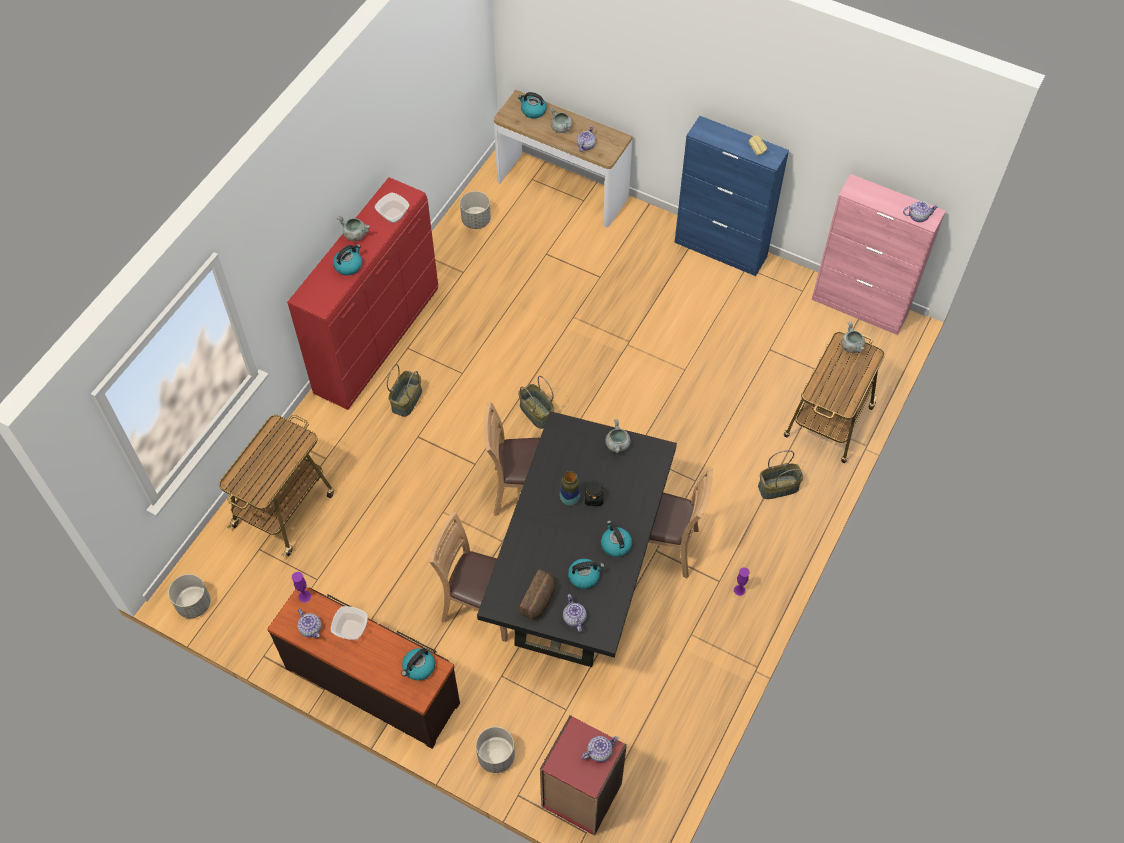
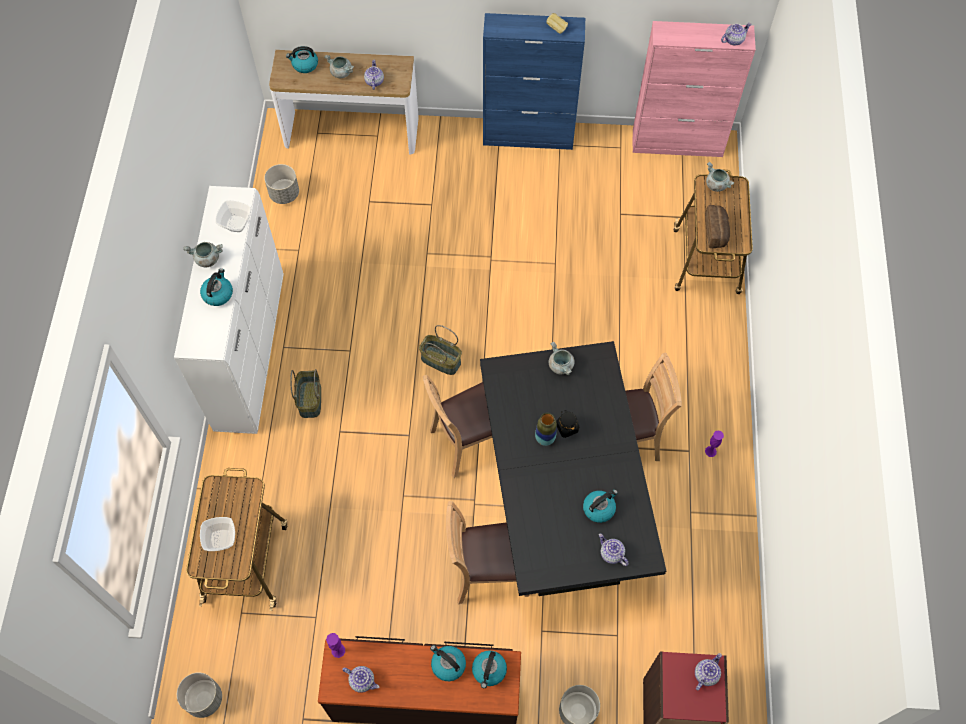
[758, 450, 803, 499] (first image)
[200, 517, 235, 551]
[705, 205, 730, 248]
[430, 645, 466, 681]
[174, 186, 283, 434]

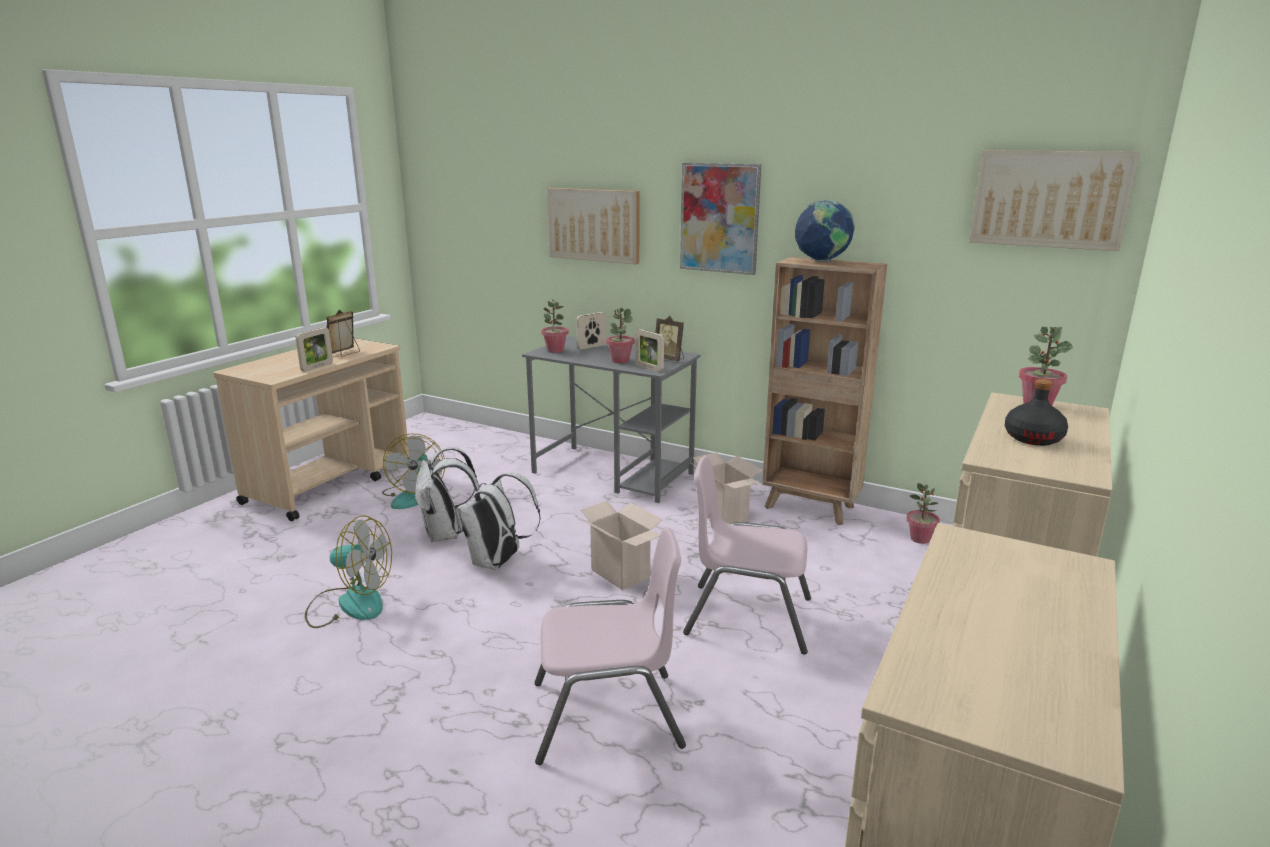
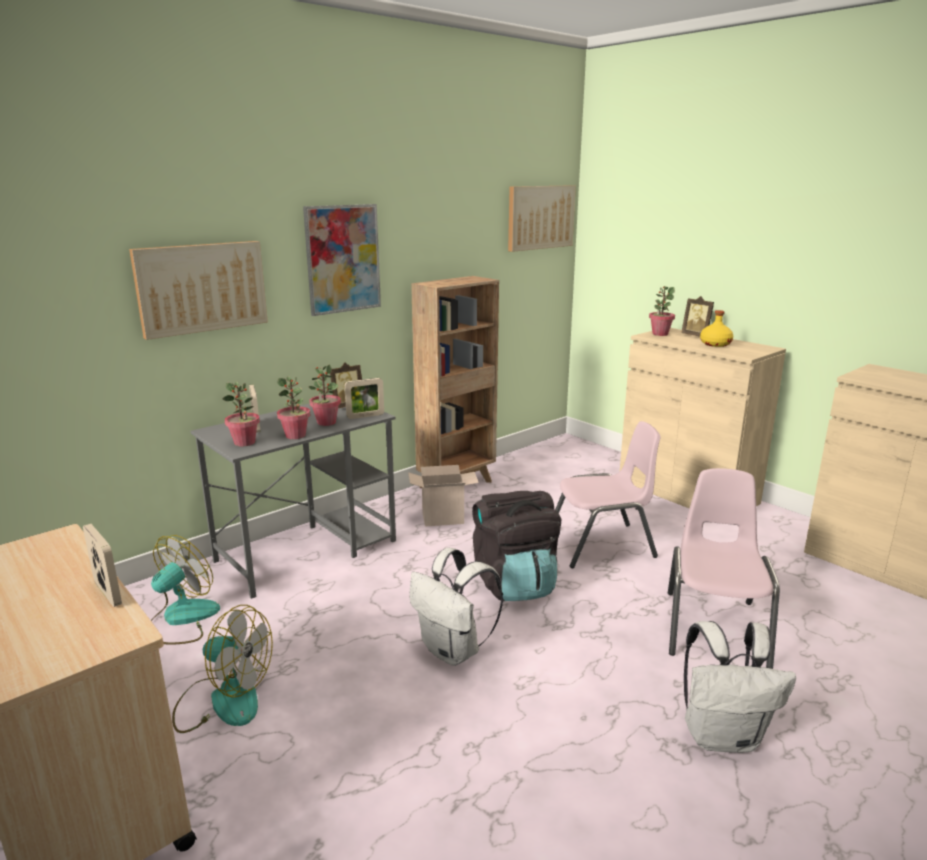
[795, 200, 855, 262] (first image)
[151, 535, 220, 645]
[681, 296, 714, 336]
[684, 621, 796, 753]
[277, 376, 310, 439]
[472, 491, 561, 601]
[700, 310, 733, 347]
[555, 421, 661, 568]

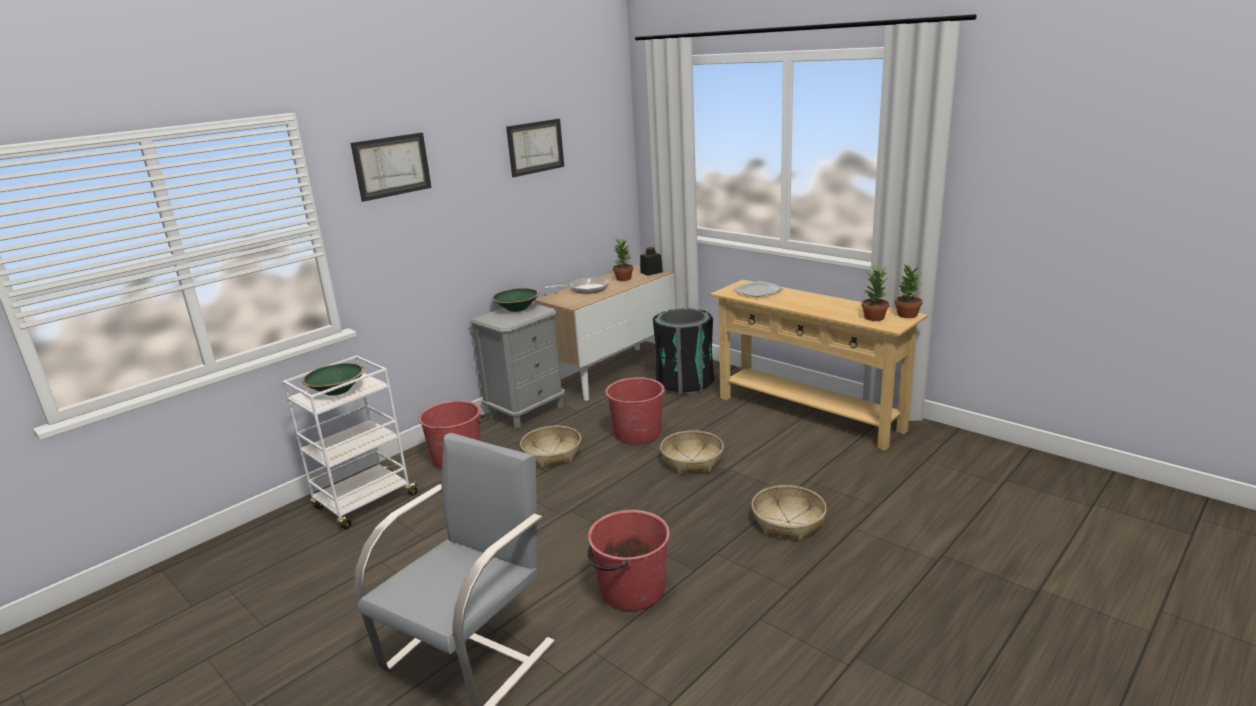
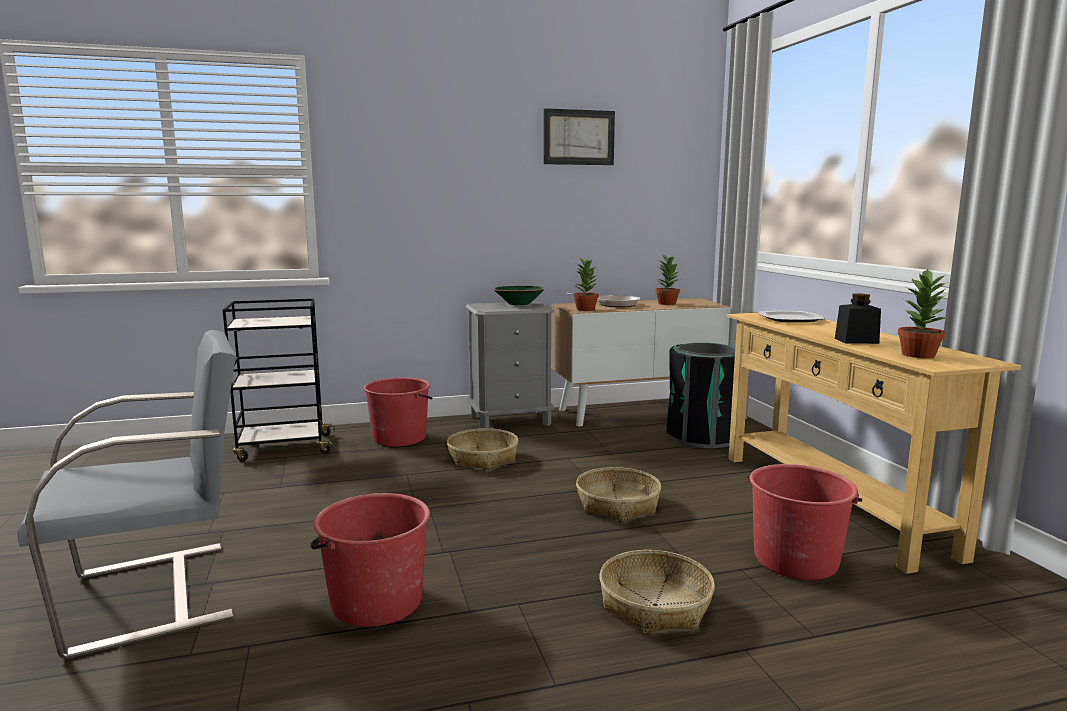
[302, 363, 364, 396] (first image)
[351, 132, 432, 202] (first image)
[748, 464, 862, 580]
[835, 293, 881, 344]
[573, 257, 599, 311]
[223, 299, 335, 461]

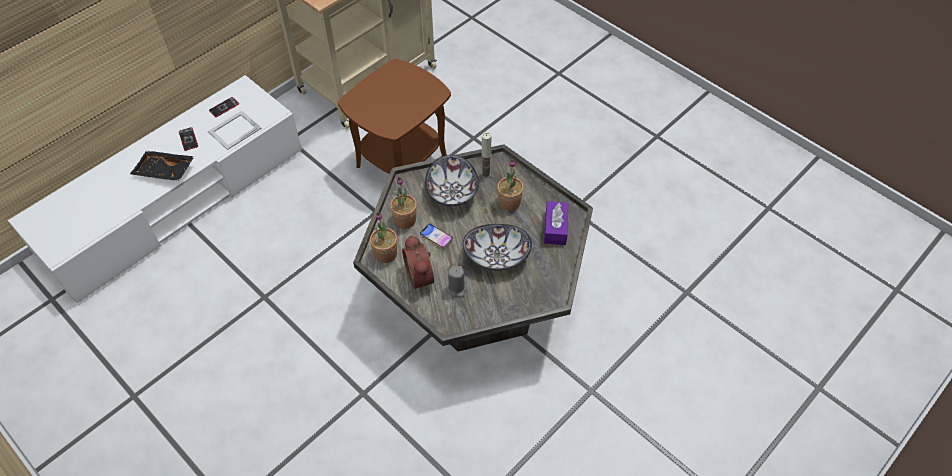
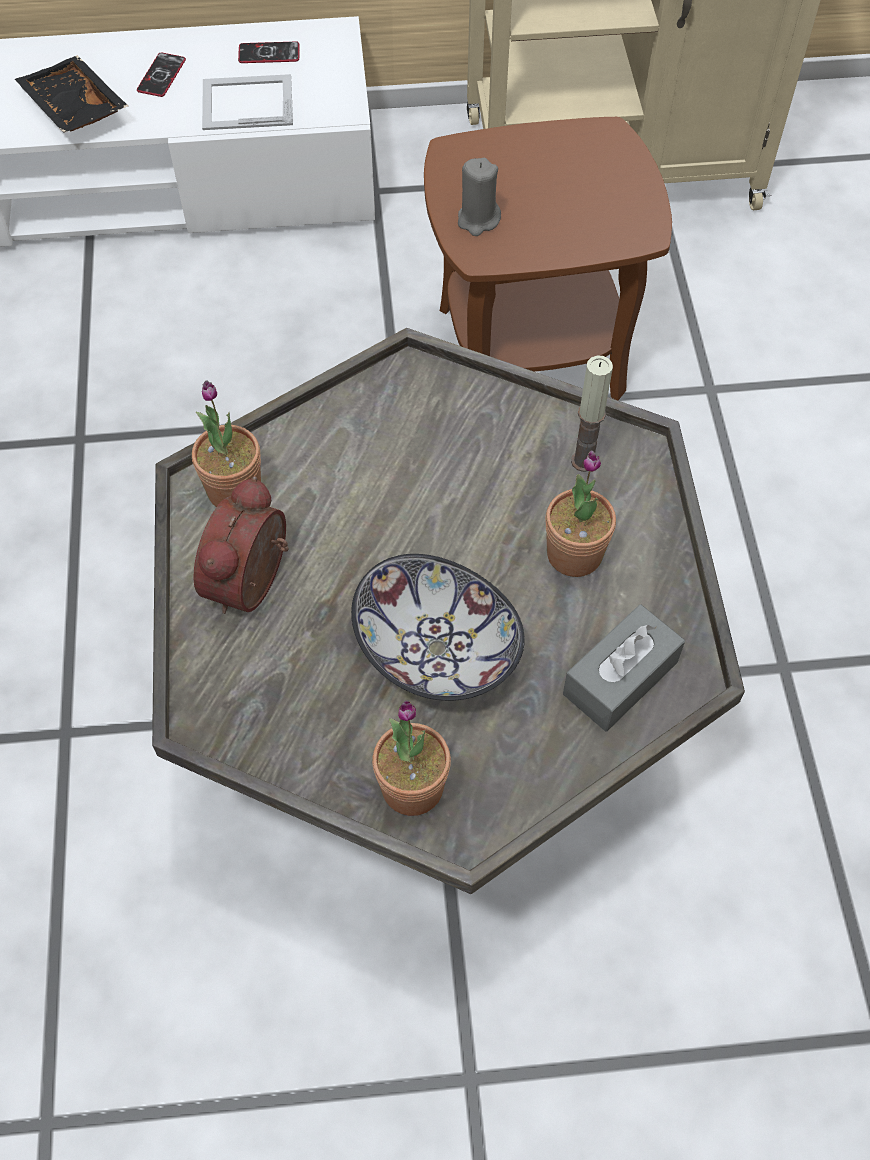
[420, 223, 453, 249] (first image)
[425, 155, 479, 206] (first image)
[372, 700, 451, 816]
[458, 158, 501, 236]
[563, 604, 685, 731]

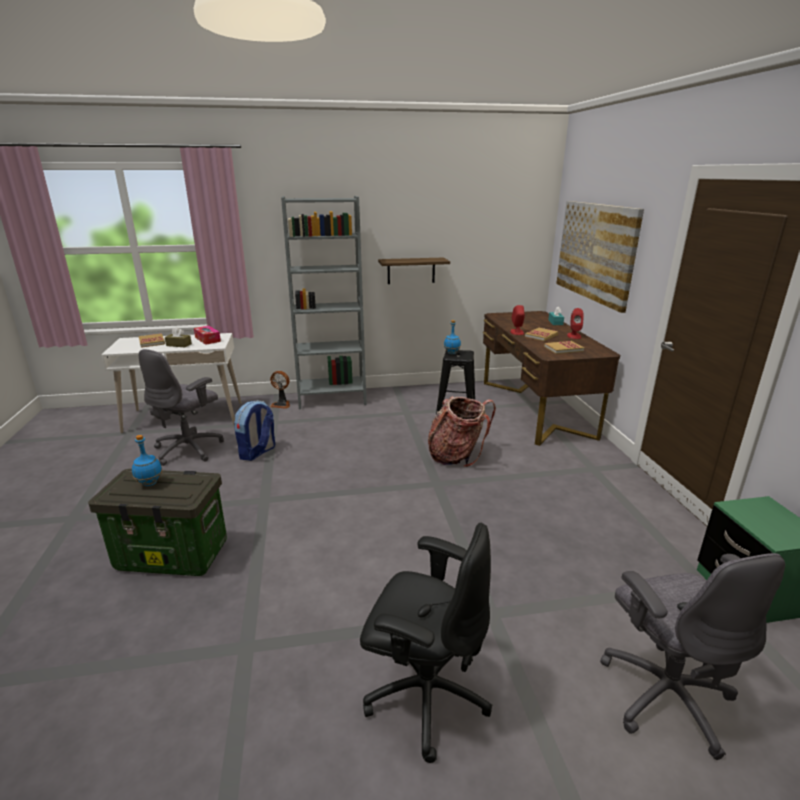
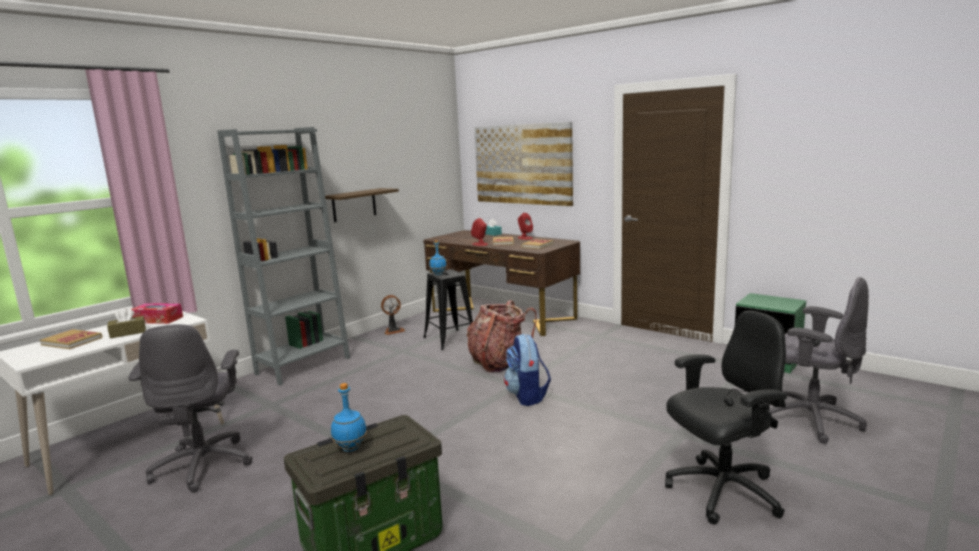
[504, 333, 551, 406]
[381, 295, 405, 335]

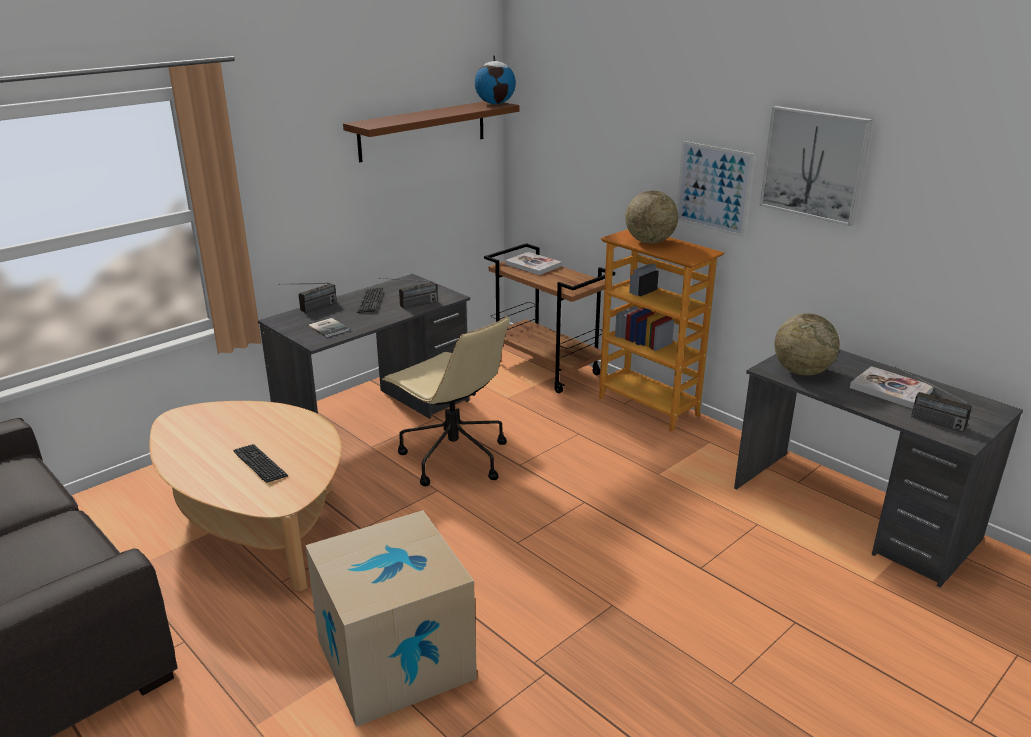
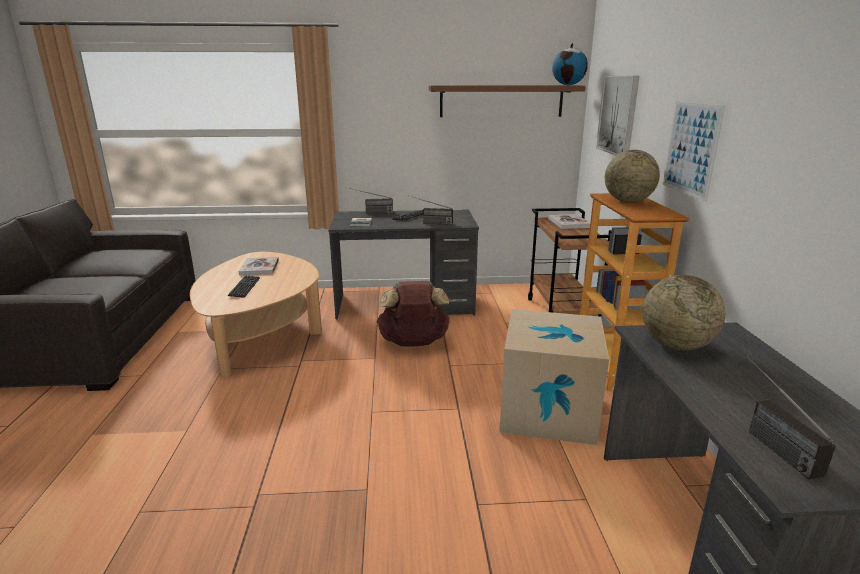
[500, 309, 609, 445]
[596, 76, 639, 155]
[239, 257, 279, 276]
[376, 281, 450, 346]

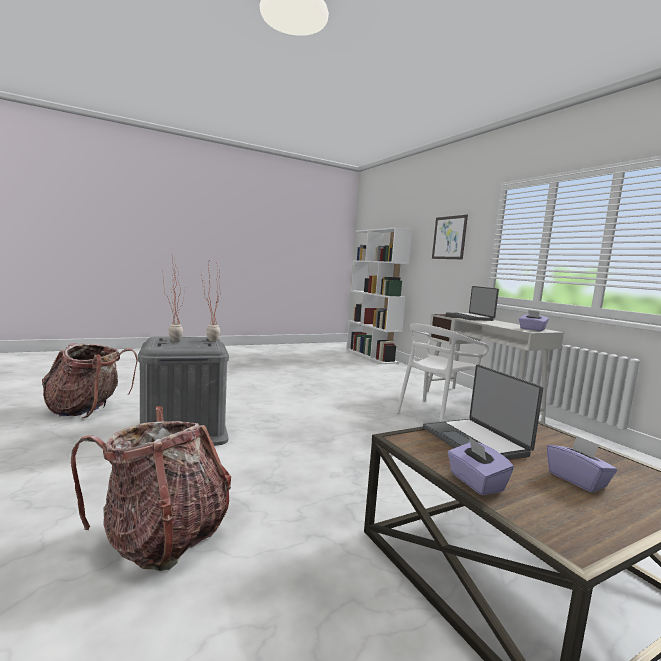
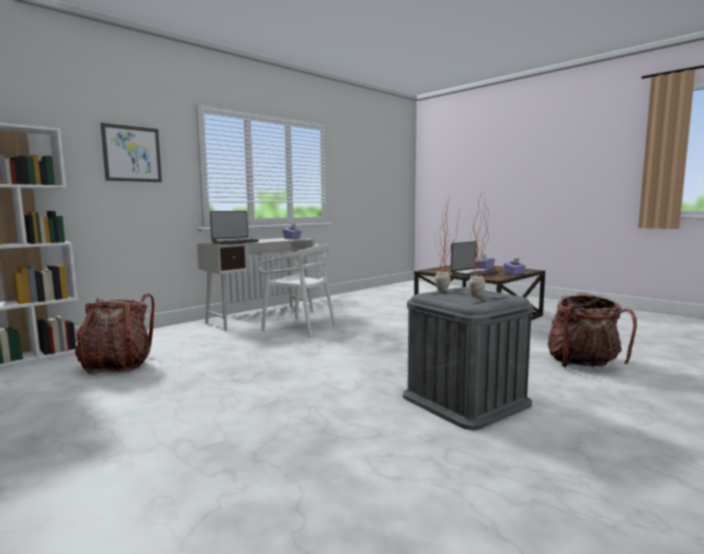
[75, 293, 154, 374]

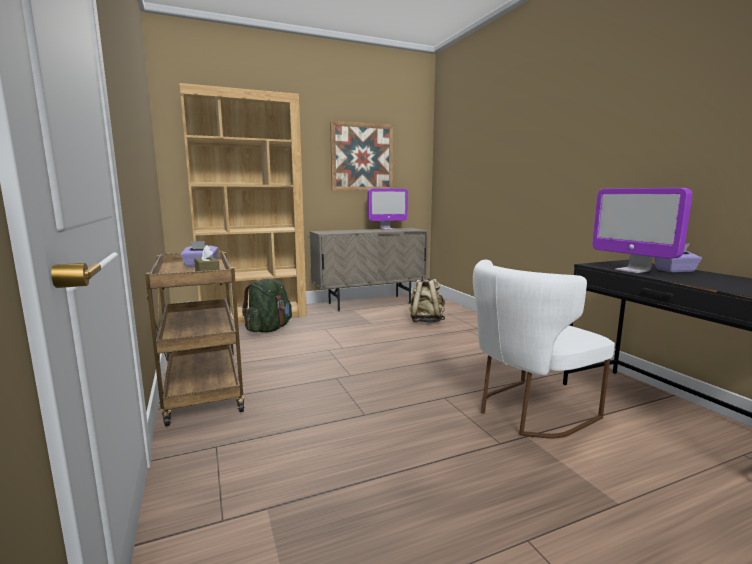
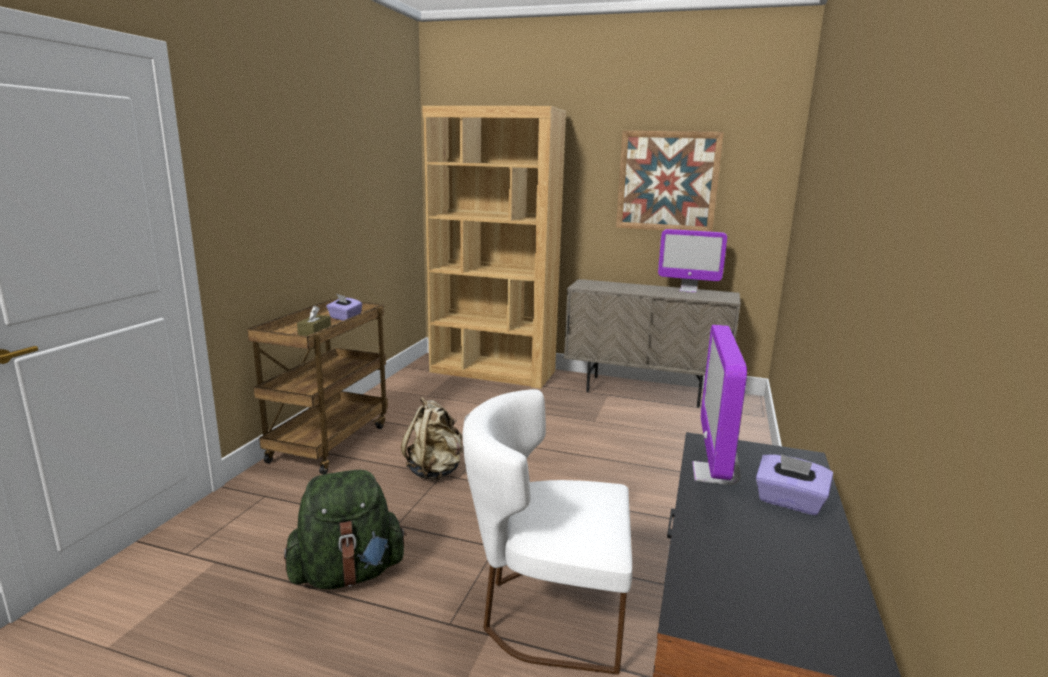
[284, 470, 407, 589]
[401, 397, 462, 480]

